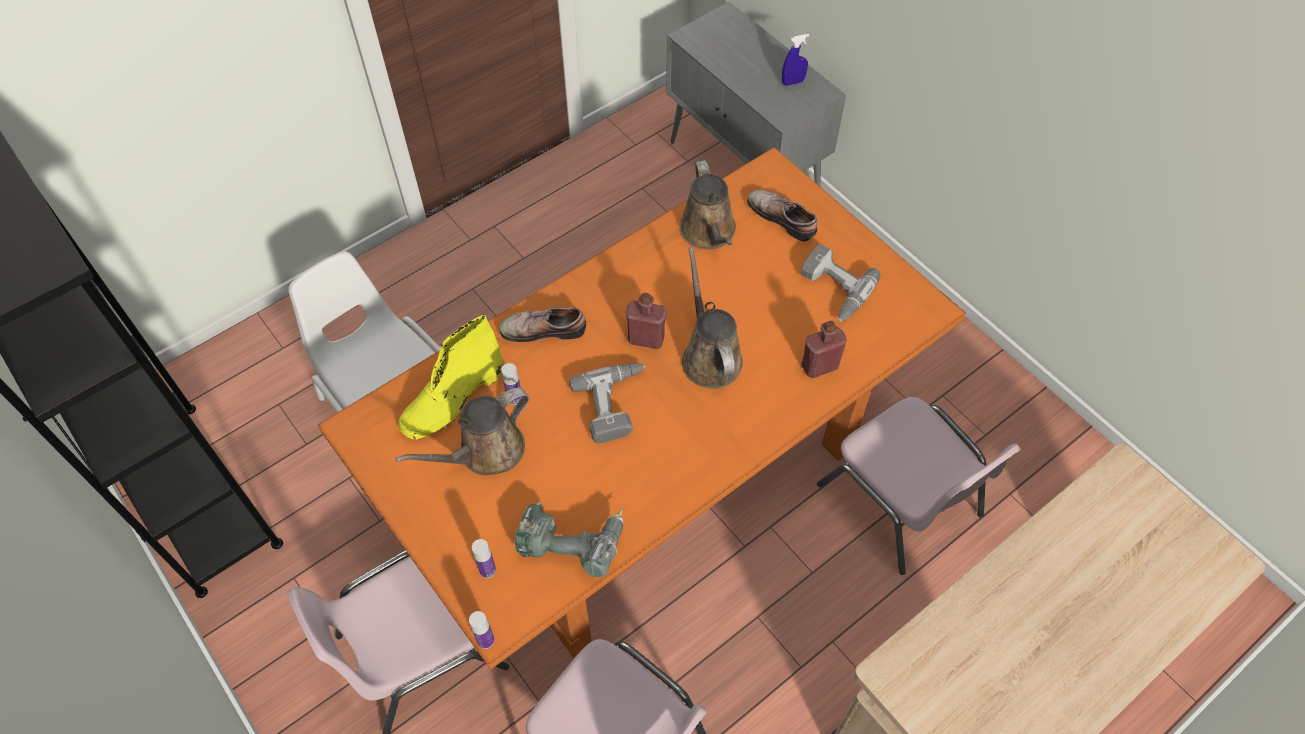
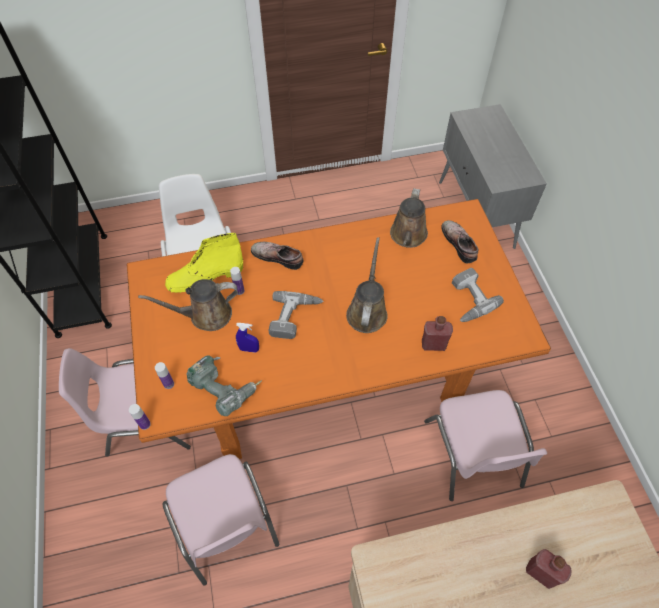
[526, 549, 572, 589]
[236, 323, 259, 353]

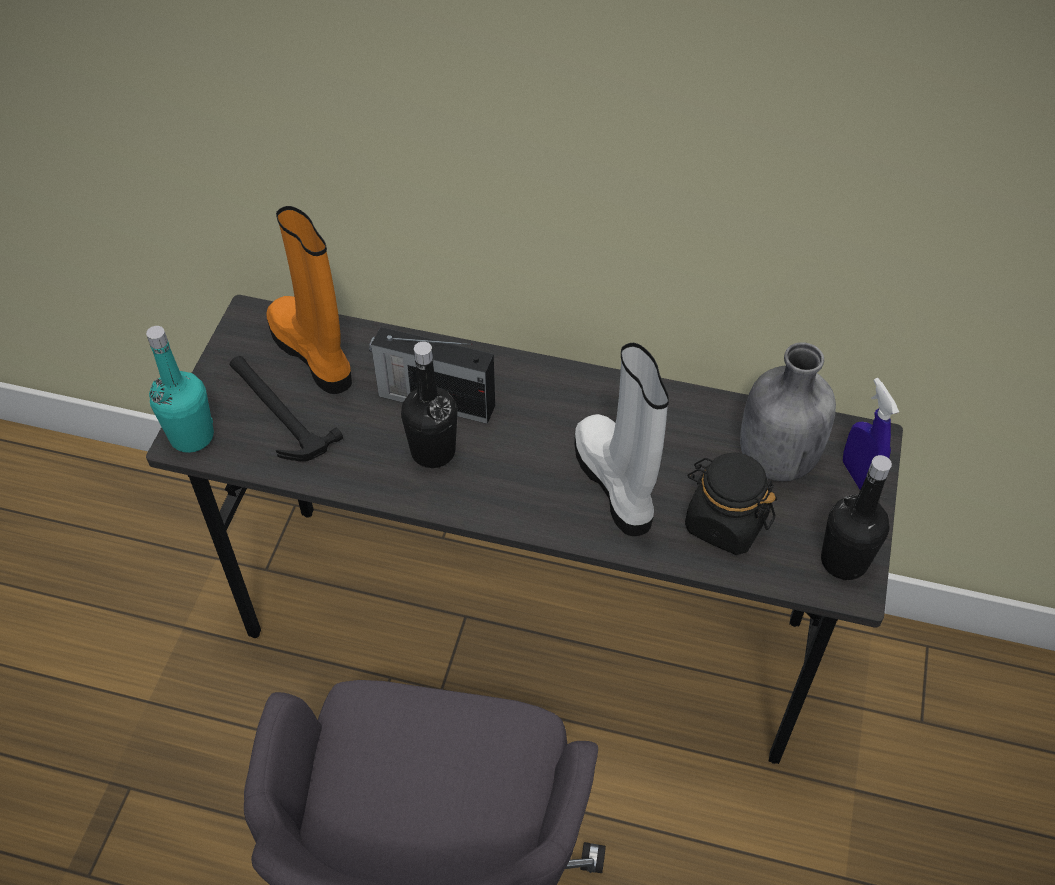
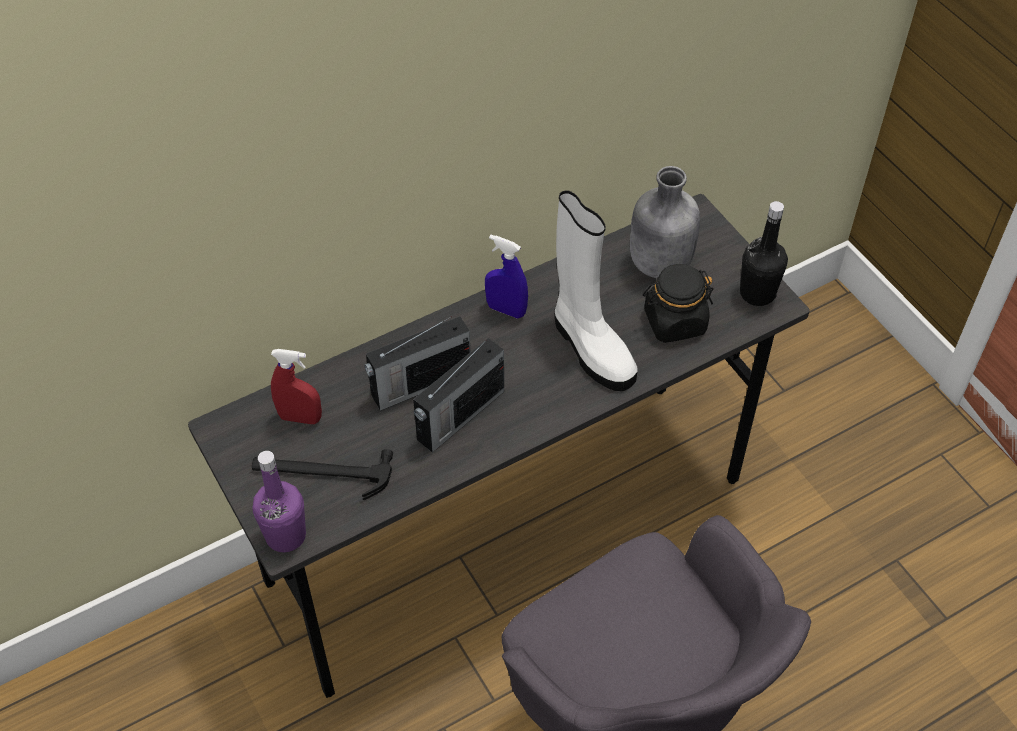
[485, 234, 528, 319]
[271, 349, 322, 424]
[413, 338, 504, 452]
[252, 451, 306, 552]
[555, 190, 638, 391]

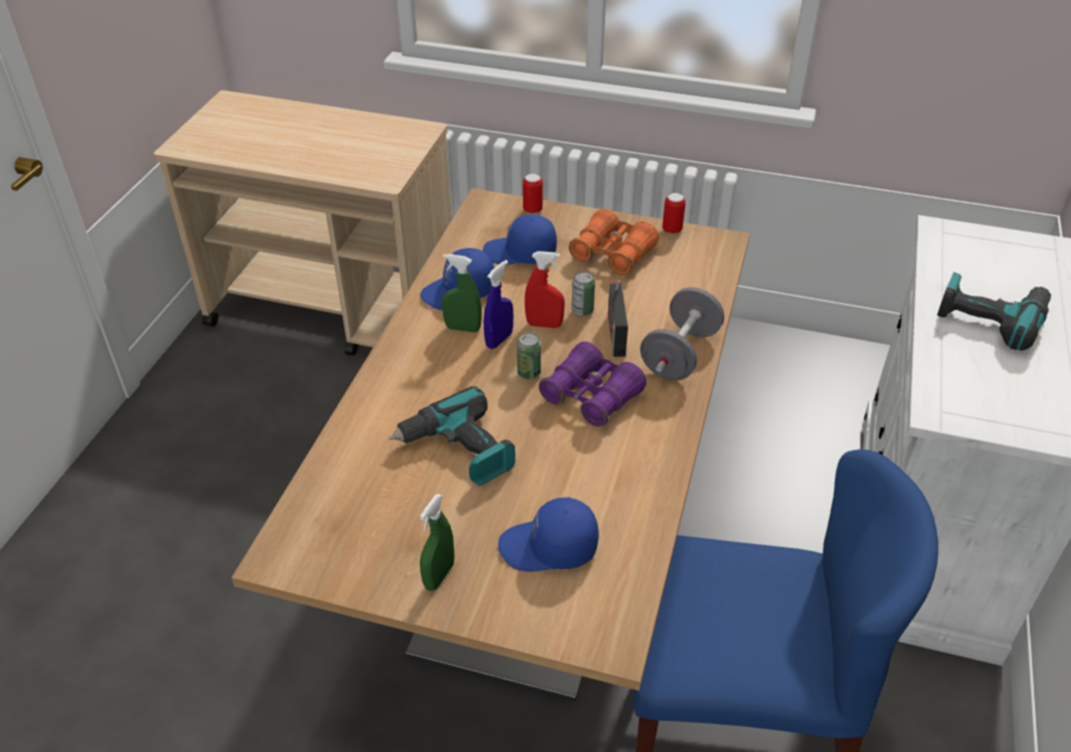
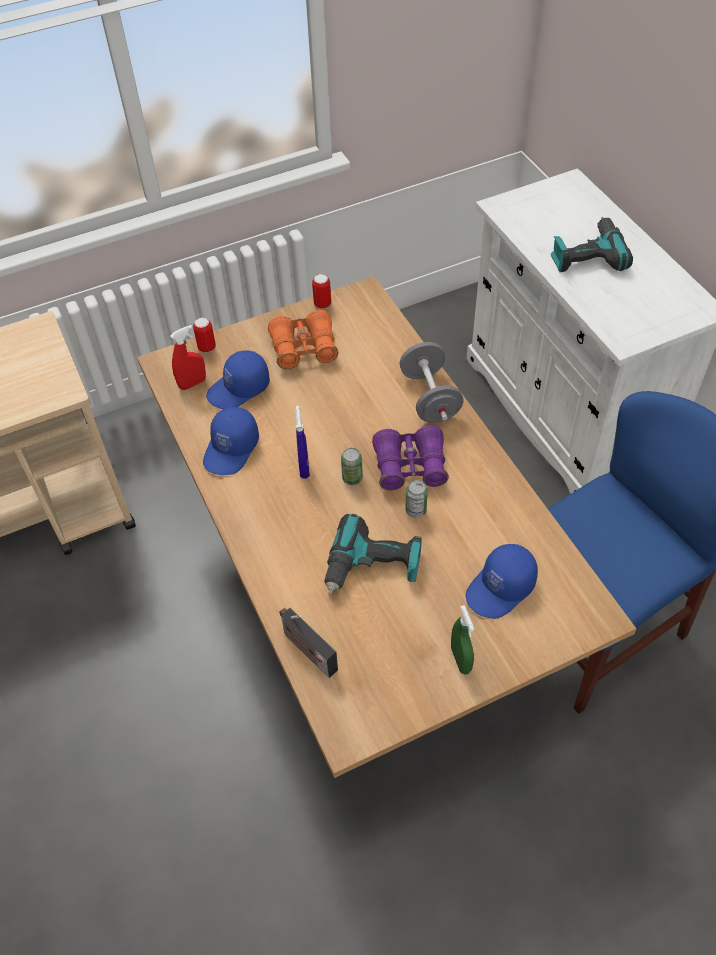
[442, 254, 482, 332] (first image)
[170, 325, 206, 390]
[406, 480, 428, 518]
[279, 608, 338, 678]

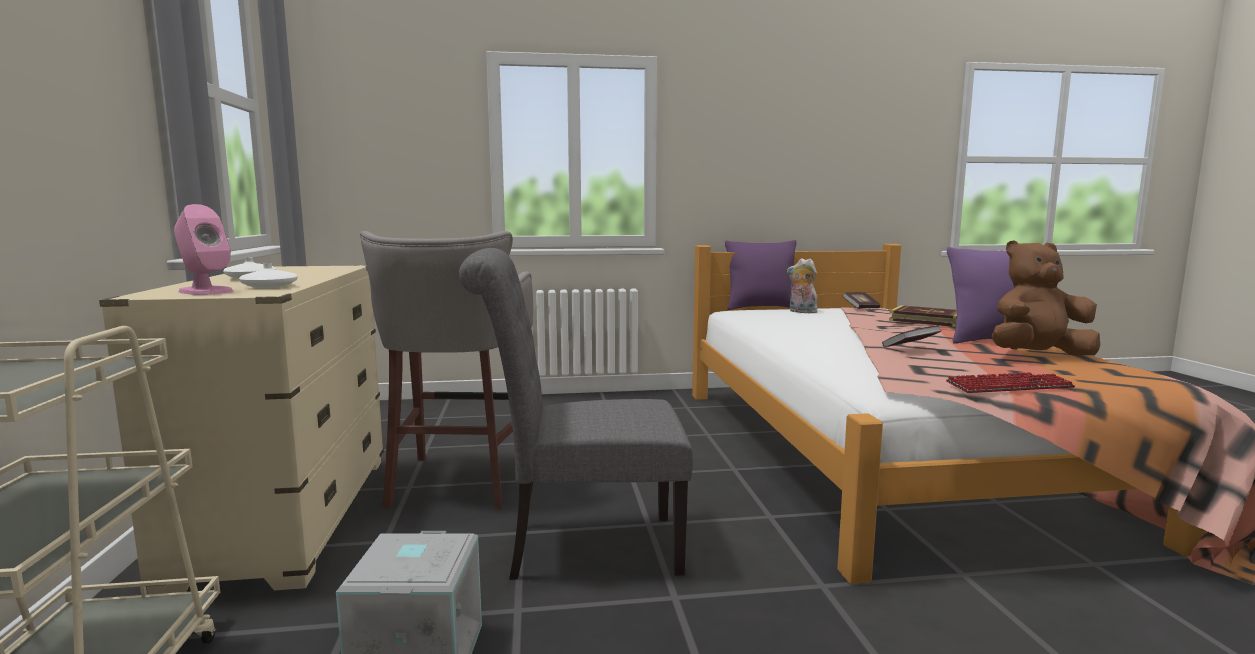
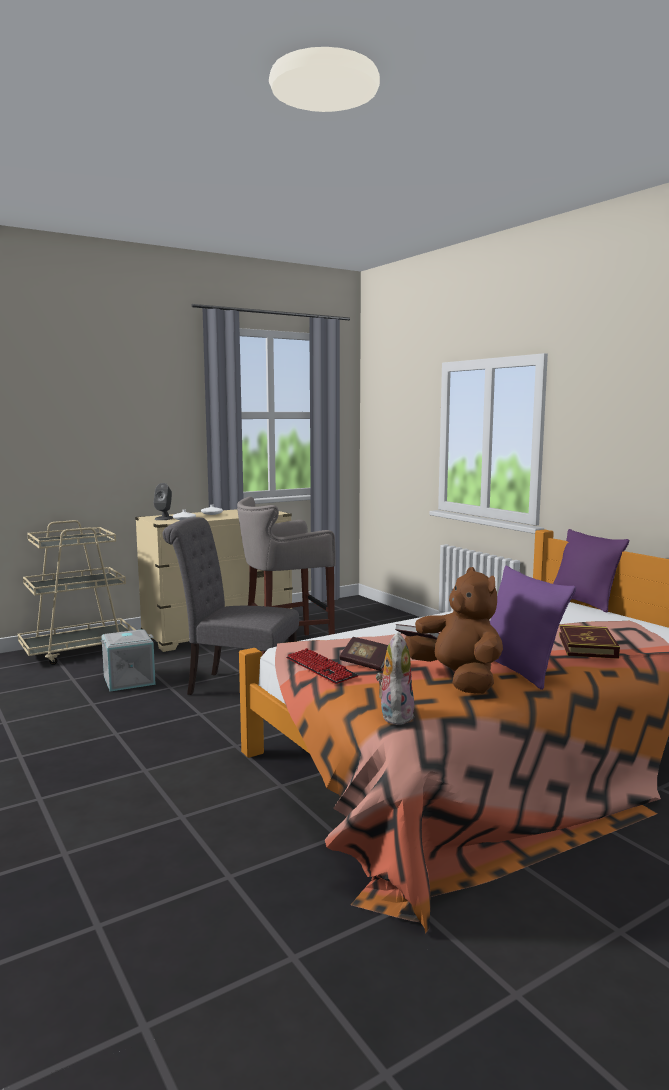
[376, 632, 414, 725]
[339, 637, 388, 671]
[153, 483, 173, 520]
[162, 517, 299, 695]

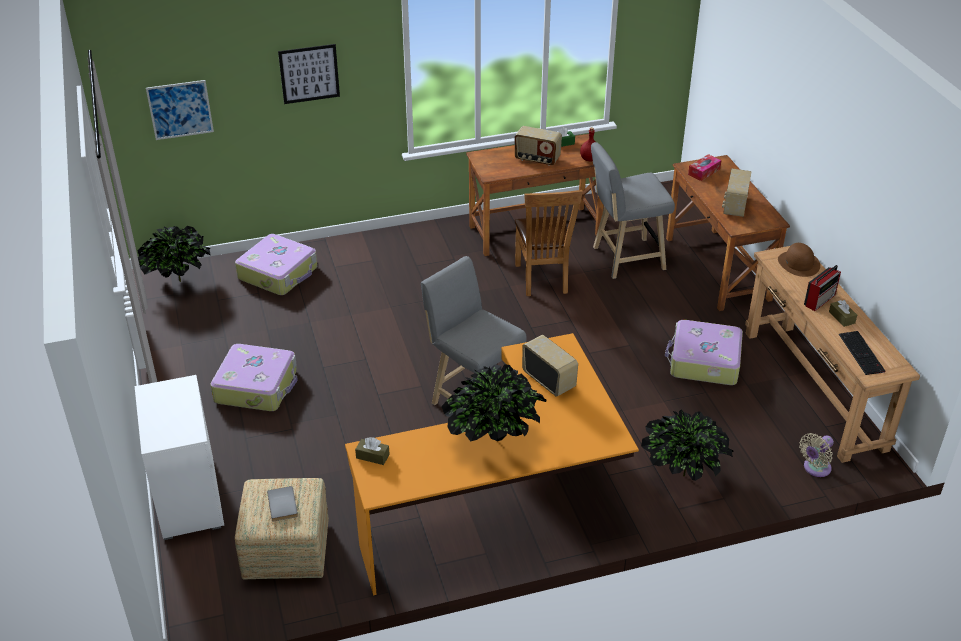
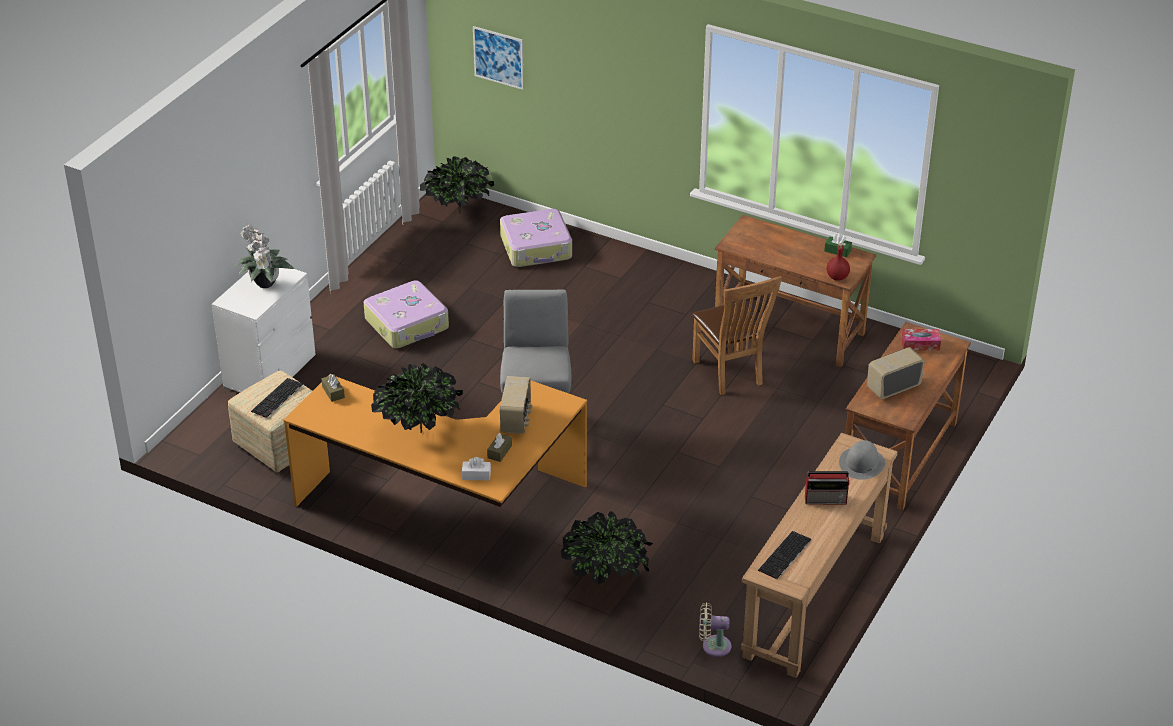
[278, 44, 340, 104] (first image)
[515, 126, 562, 166] (first image)
[591, 142, 675, 279] (first image)
[665, 320, 743, 385] (first image)
[235, 224, 295, 288]
[462, 457, 491, 480]
[487, 433, 512, 462]
[251, 378, 303, 418]
[839, 440, 885, 480]
[692, 276, 782, 395]

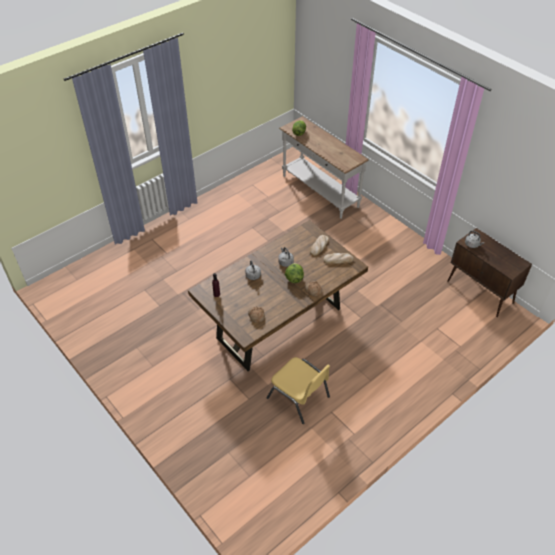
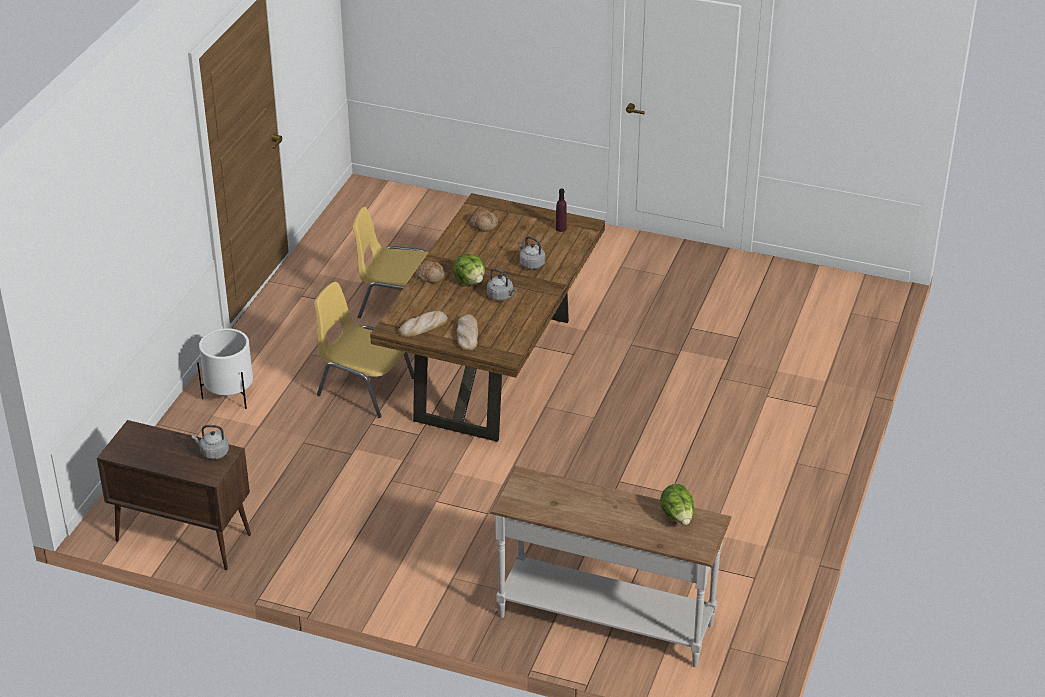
[197, 328, 253, 409]
[314, 282, 414, 418]

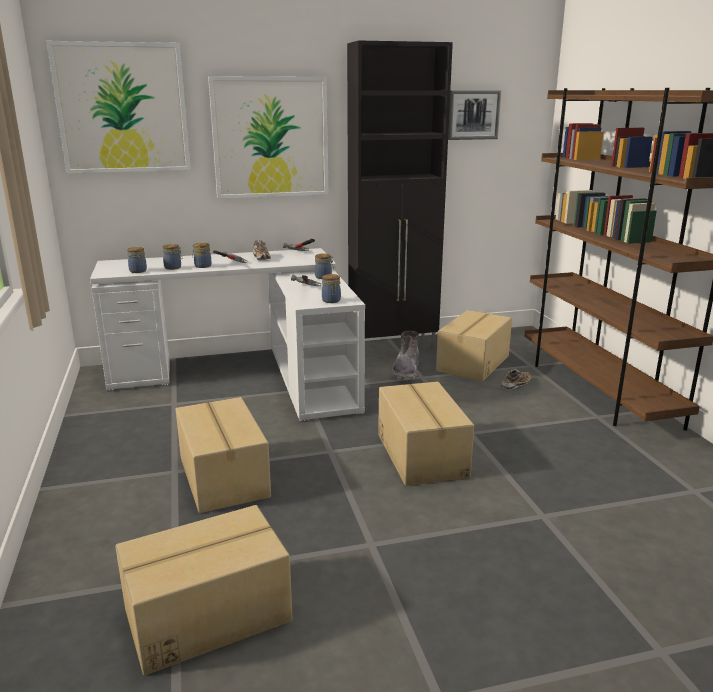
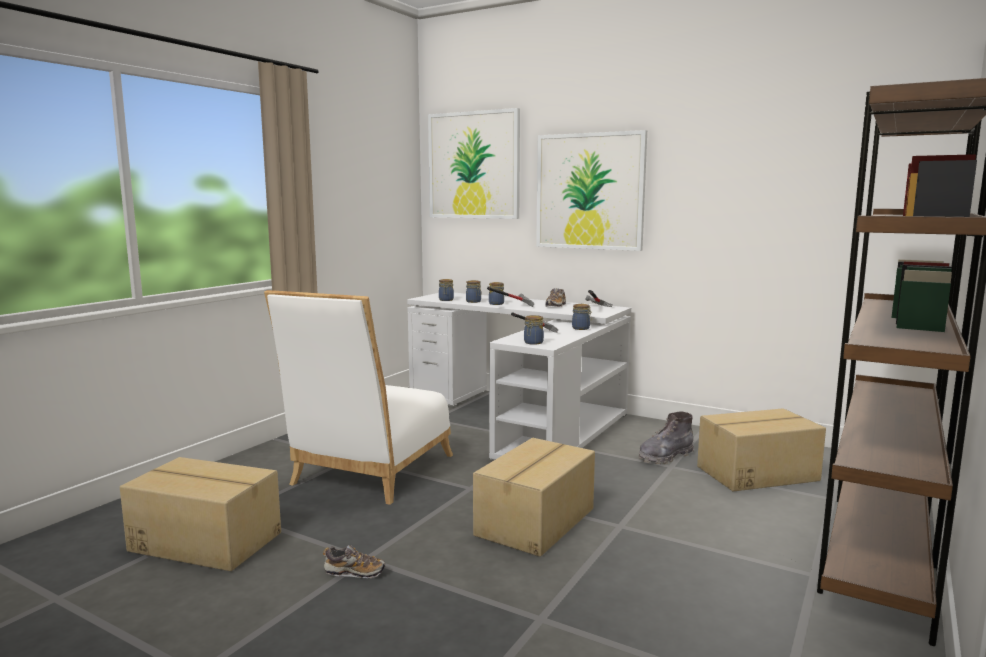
[347, 41, 453, 349] (first image)
[448, 90, 501, 140] (first image)
[323, 545, 385, 578]
[264, 290, 453, 505]

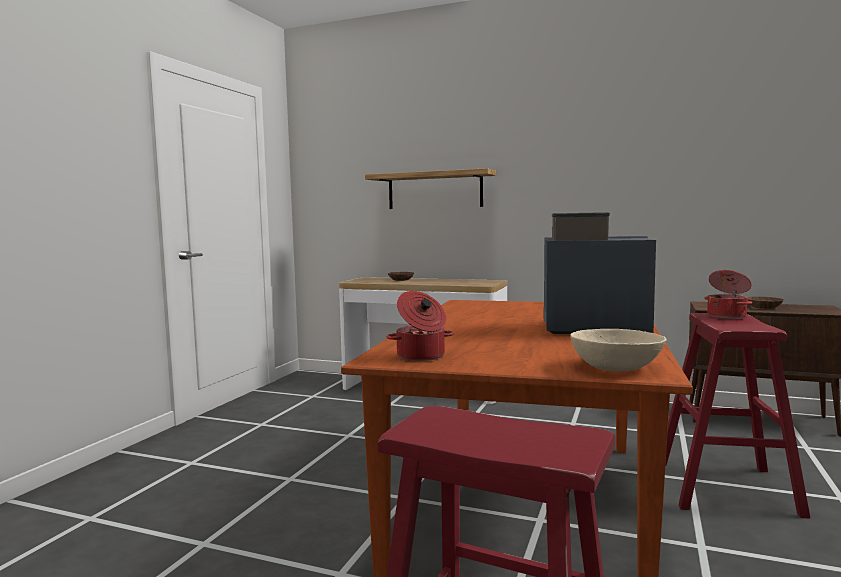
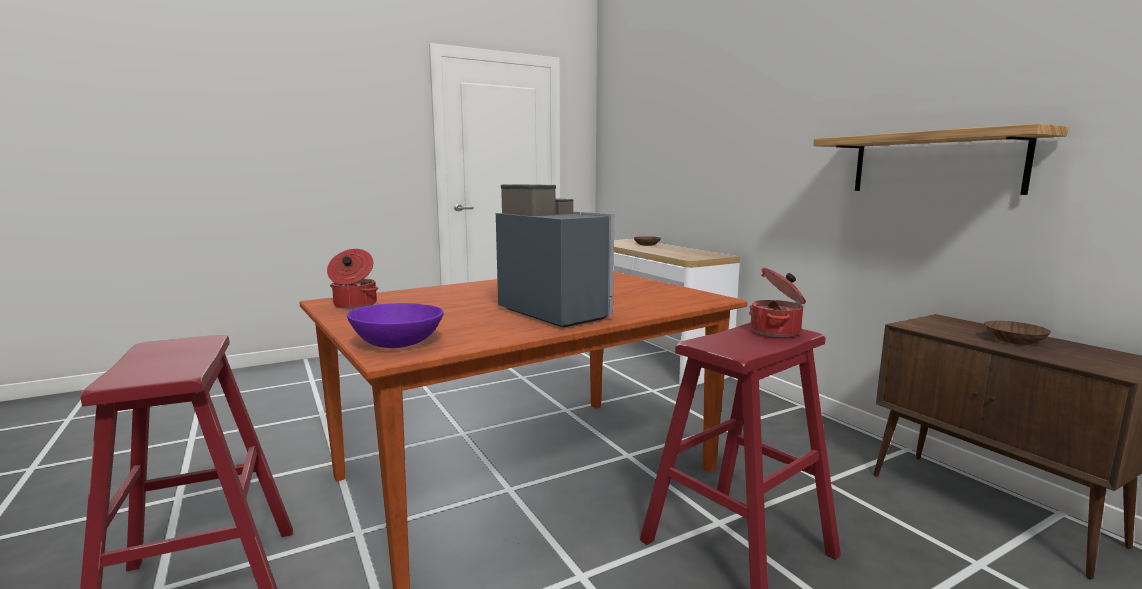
[813, 123, 1069, 195]
[347, 303, 444, 348]

